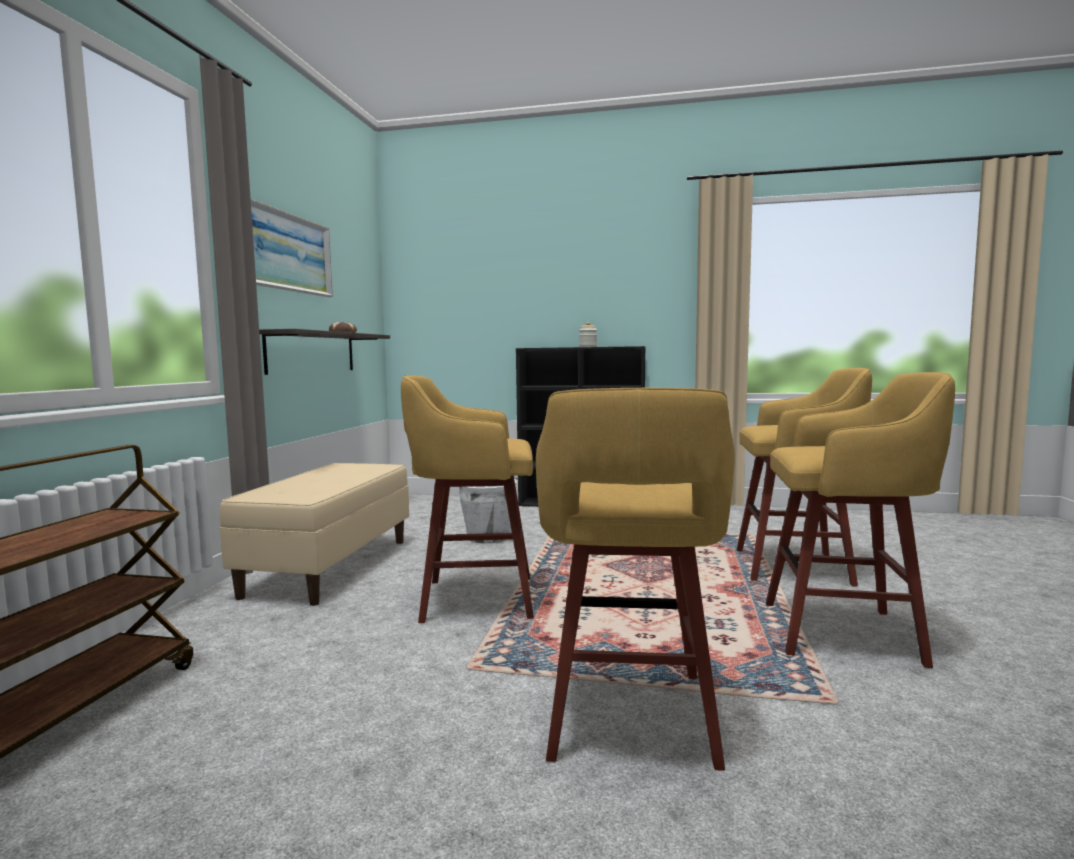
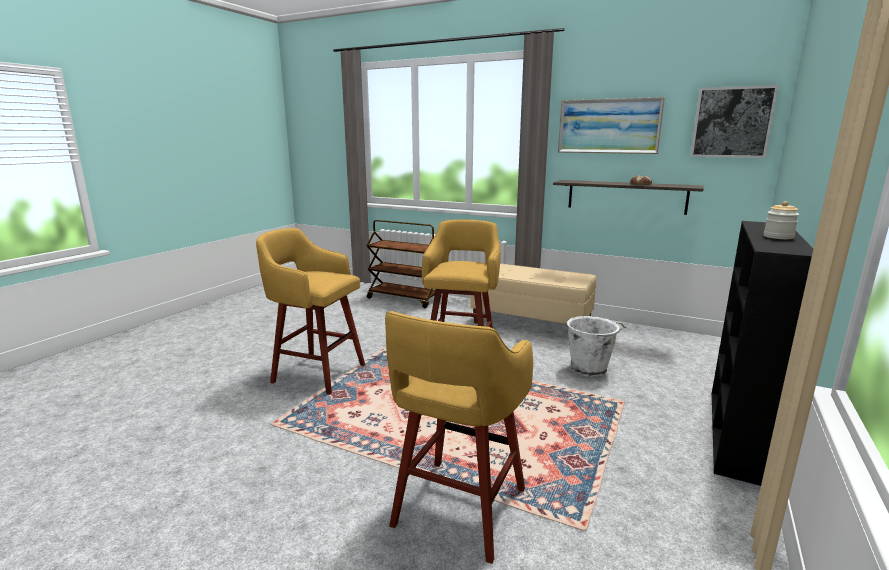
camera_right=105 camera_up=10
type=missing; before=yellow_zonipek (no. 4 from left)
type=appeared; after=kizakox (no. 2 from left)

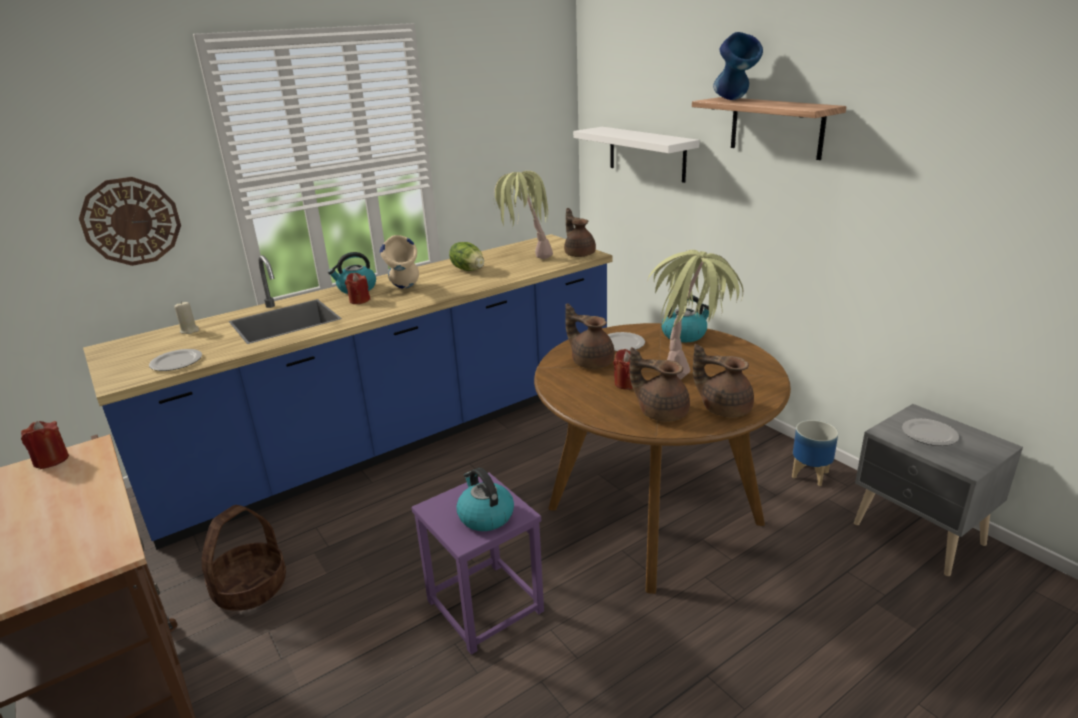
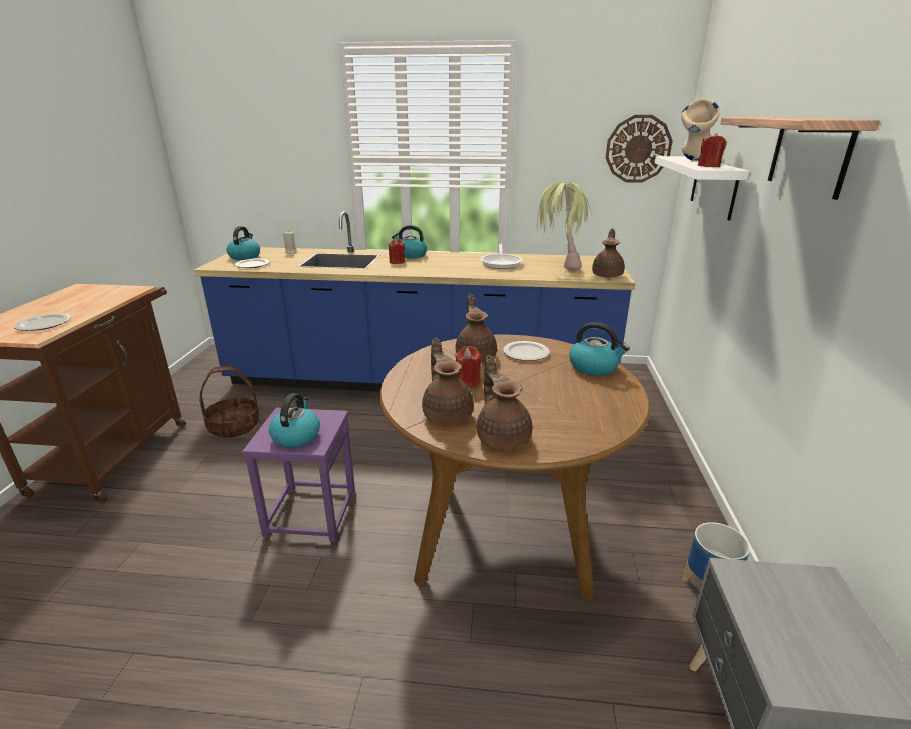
camera_right=40 camera_up=0
type=missing; before=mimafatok (no. 2 from left)
type=missing; before=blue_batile
type=appeared; after=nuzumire (no. 1 from left)
type=relocated; before=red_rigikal (no. 1 from left in the first image); after=red_rigikal (no. 3 from left)
type=relocated; before=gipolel
type=relocated; before=beige_batile
type=relocated; before=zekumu (no. 3 from left in the first image); after=zekumu (no. 1 from left)
type=exchanged; before=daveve; after=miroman

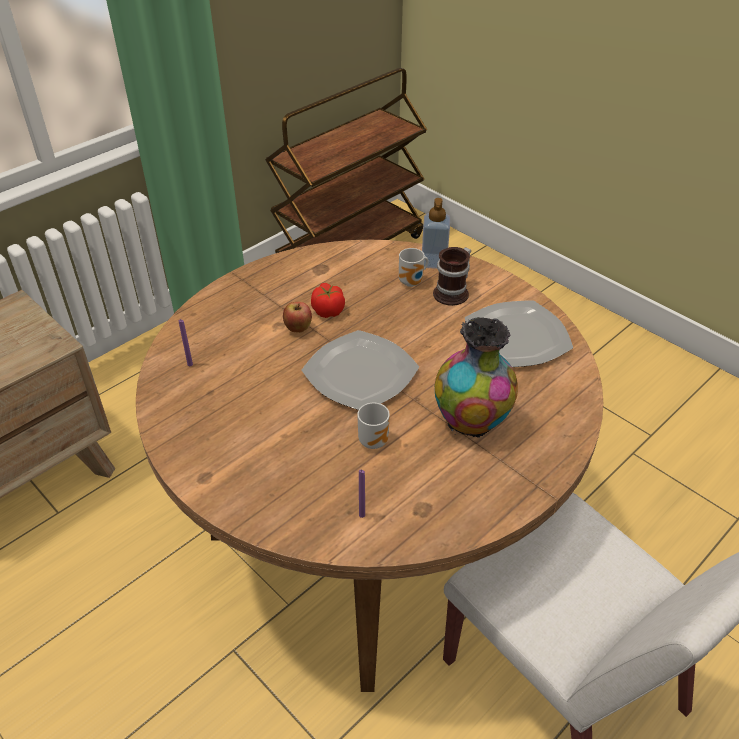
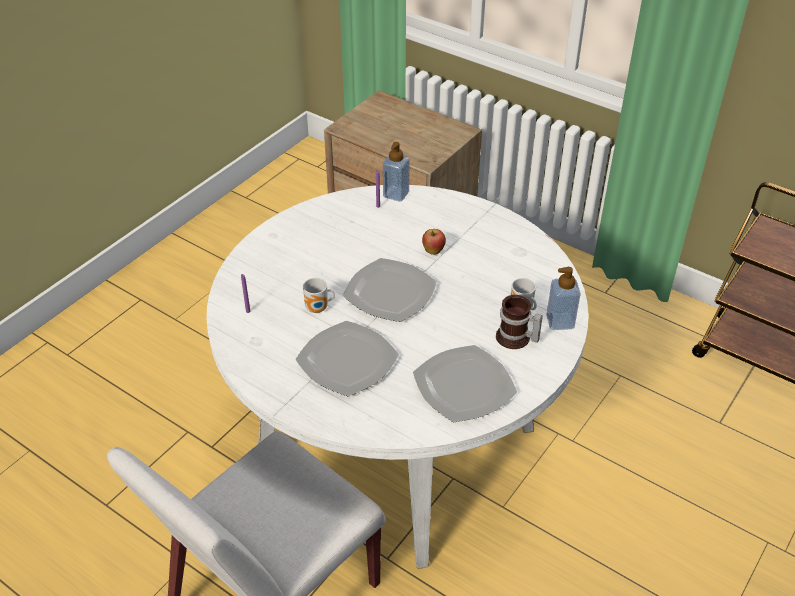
camera_right=80 camera_up=0
type=missing; before=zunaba
type=appeared; after=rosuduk (no. 1 from left)
type=exchanged; before=batile; after=zekumu (no. 1 from left)
type=colour; before=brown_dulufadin; after=white_dulufadin

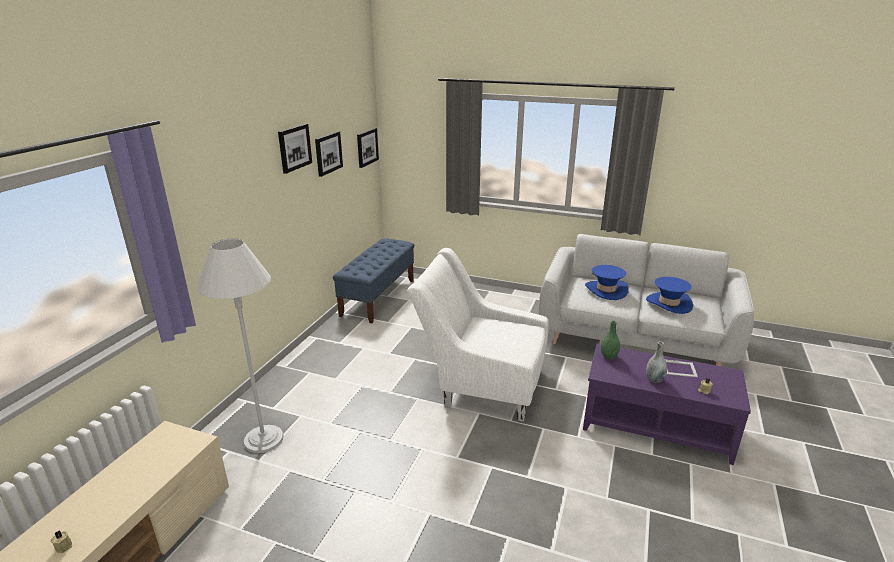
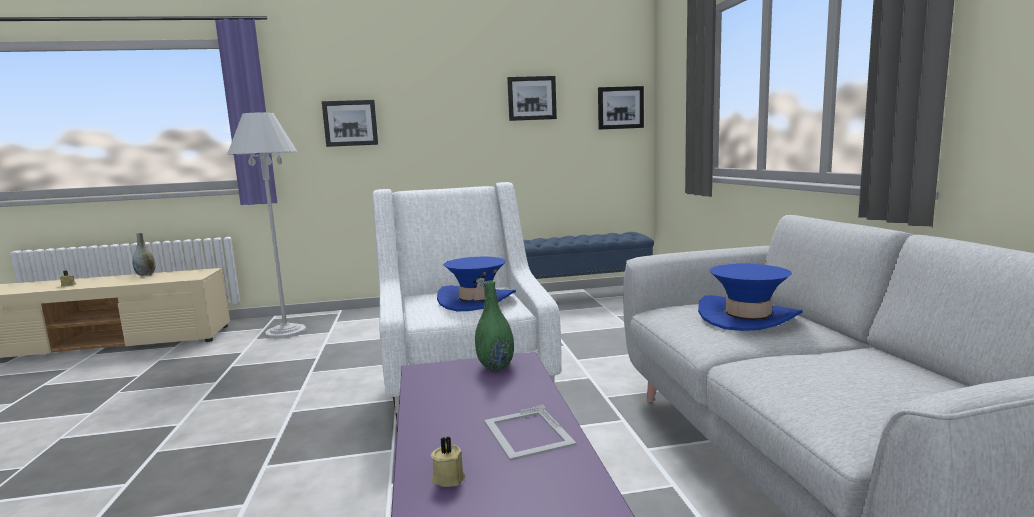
camera_right=60 camera_up=-15
type=relocated; before=kizakox (no. 1 from left)
type=relocated; before=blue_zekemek (no. 2 from left in the first image); after=blue_zekemek (no. 1 from left)
type=relocated; before=grey_batile

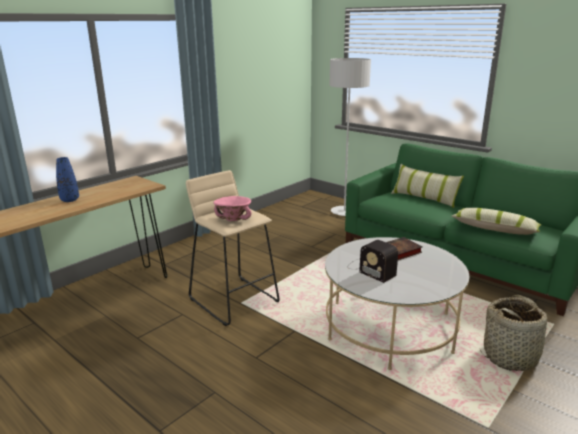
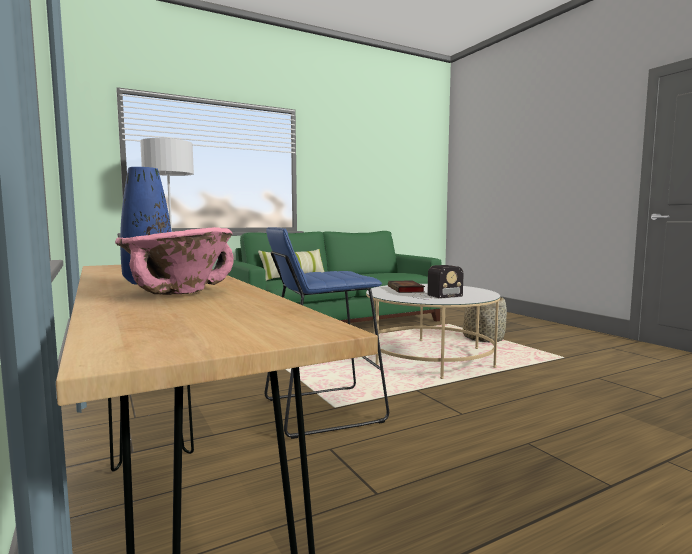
camera_right=-70 camera_up=-15
type=missing; before=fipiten (no. 2 from left)
type=relocated; before=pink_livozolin
type=colour; before=beige_zonipek; after=blue_zonipek

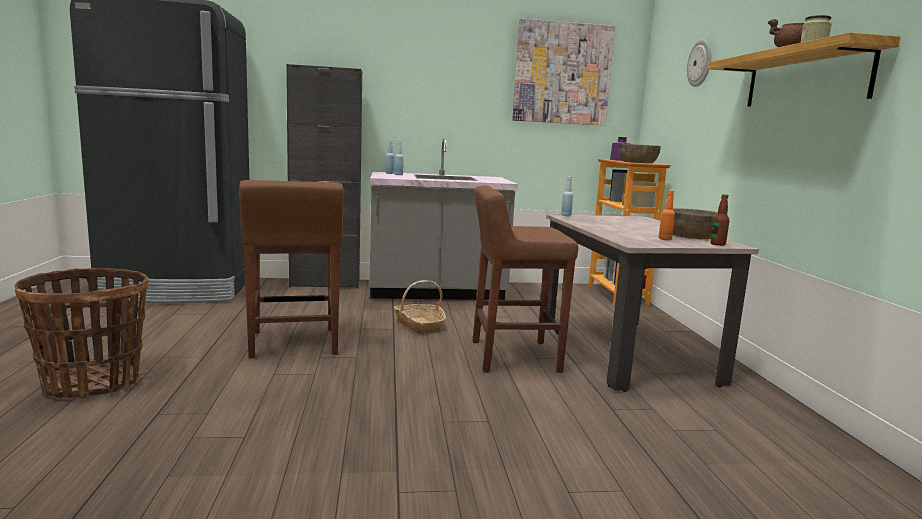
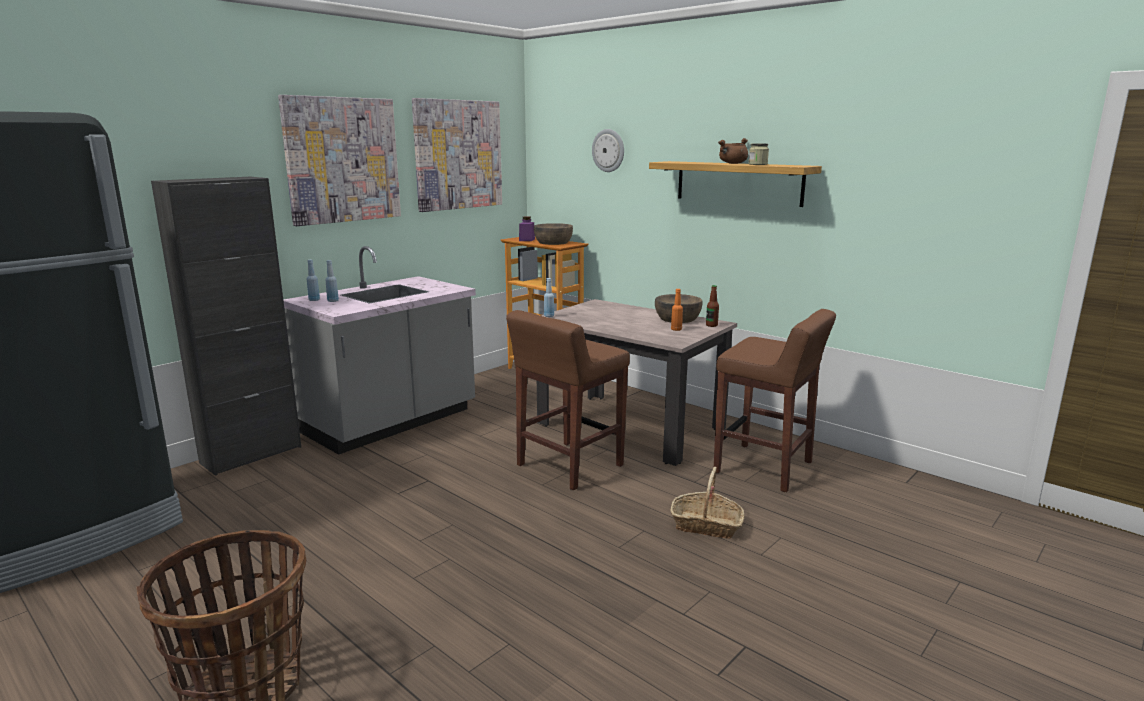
camera_right=-40 camera_up=5
type=appeared; after=kizakox (no. 1 from left)
type=relocated; before=brown_zonipek (no. 1 from left in the first image); after=brown_zonipek (no. 2 from left)
type=relocated; before=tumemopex (no. 2 from left)

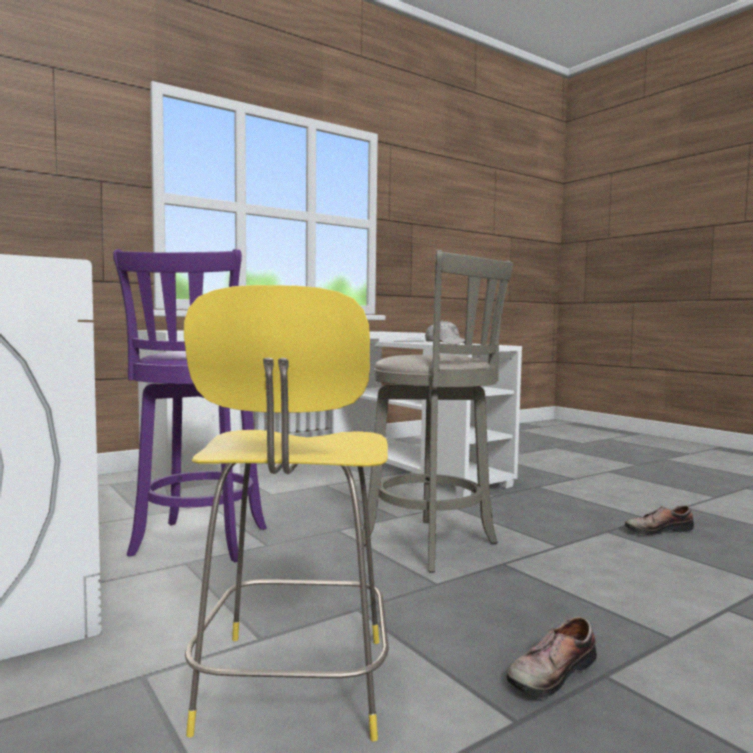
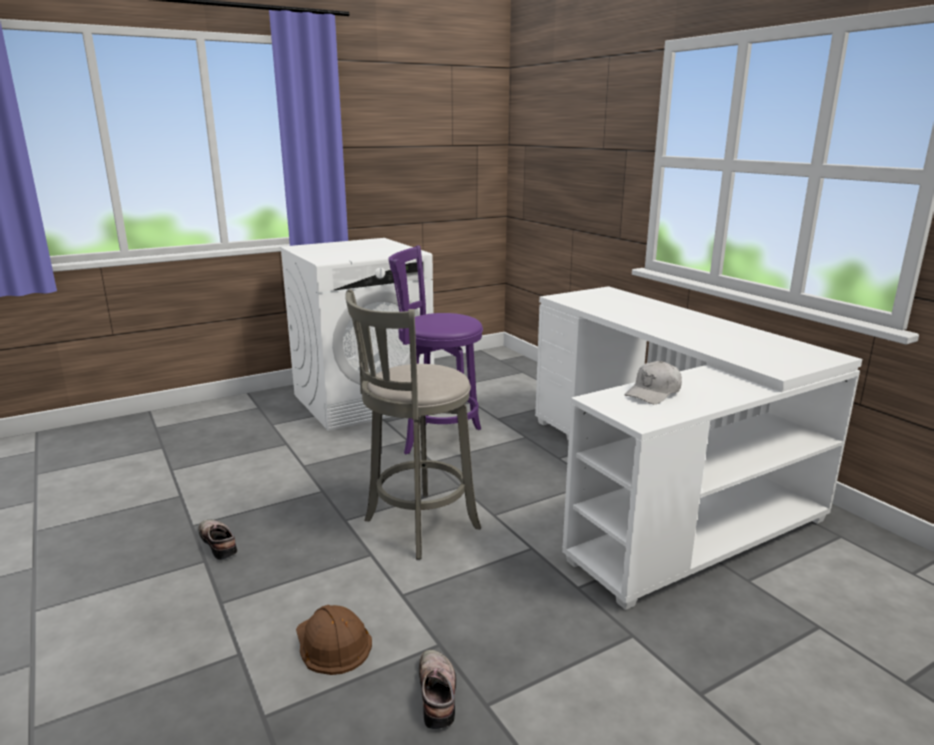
camera_right=95 camera_up=15
type=missing; before=yellow_zonipek
type=appeared; after=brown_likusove

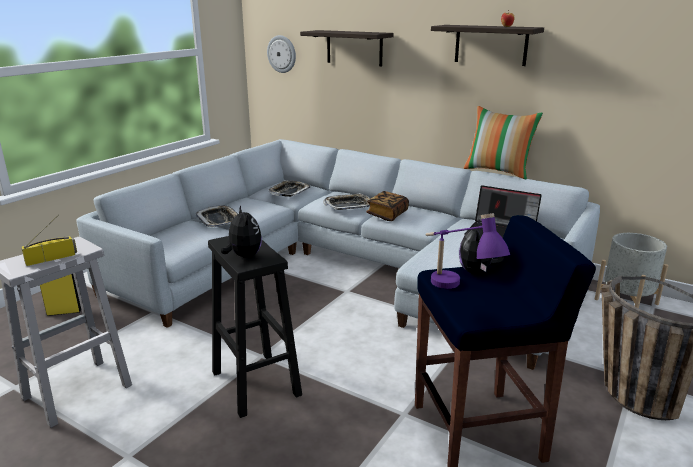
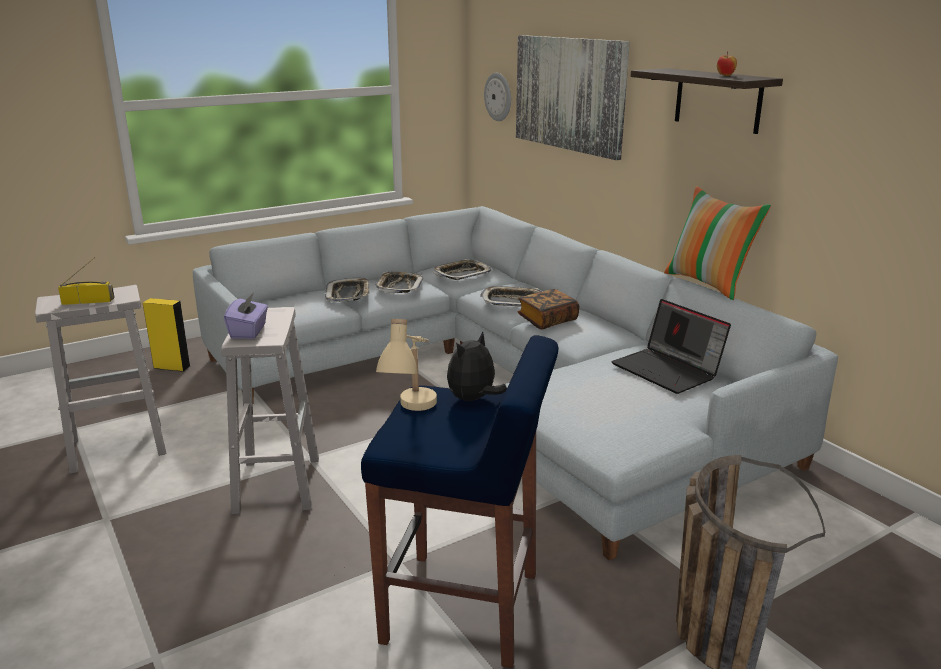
camera_right=25 camera_up=0
type=missing; before=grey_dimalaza
type=appeared; after=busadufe (no. 2 from left)
type=exchanged; before=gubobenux (no. 1 from left); after=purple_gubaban
type=exchanged; before=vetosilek (no. 1 from left); after=kizakox
type=colour; before=black_zonipek; after=white_zonipek (no. 2 from left)
type=colour; before=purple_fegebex; after=beige_fegebex

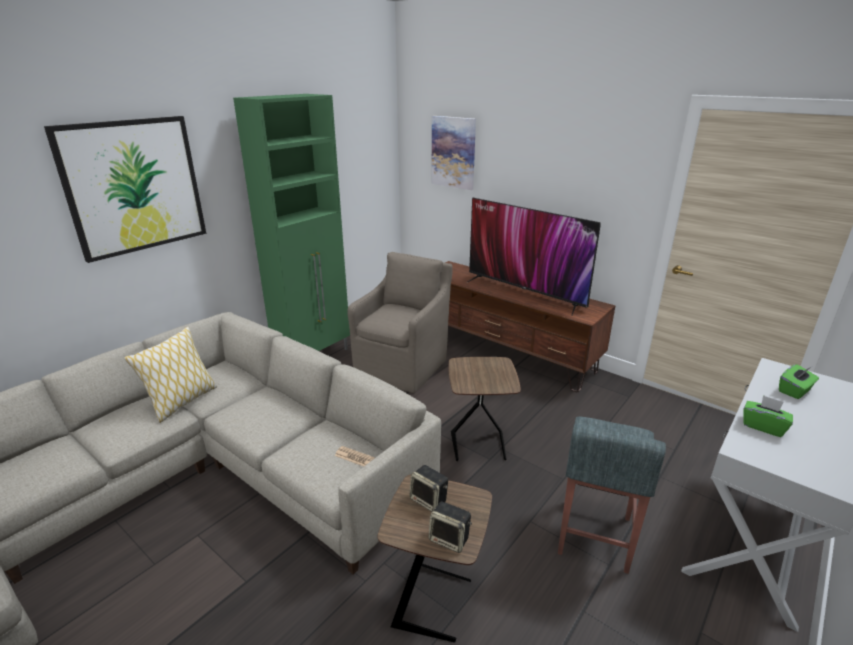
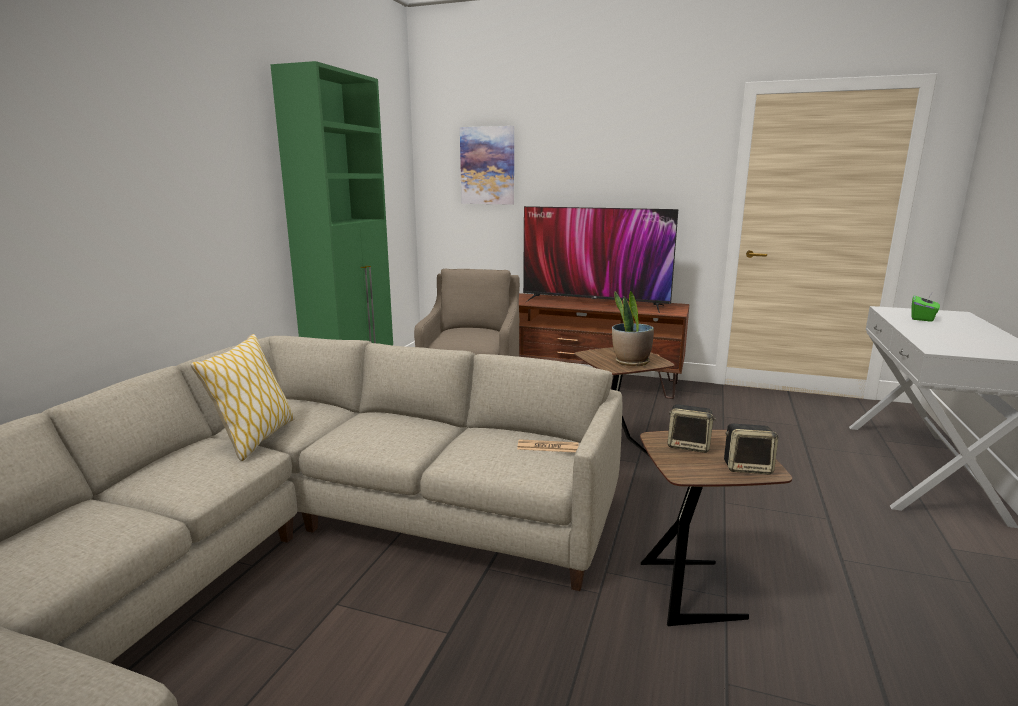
camera_right=-20 camera_up=-10
type=missing; before=kizakox (no. 1 from left)
type=missing; before=grey_zonipek
type=missing; before=green_gubaban (no. 1 from left)
type=appeared; after=mimafatok

